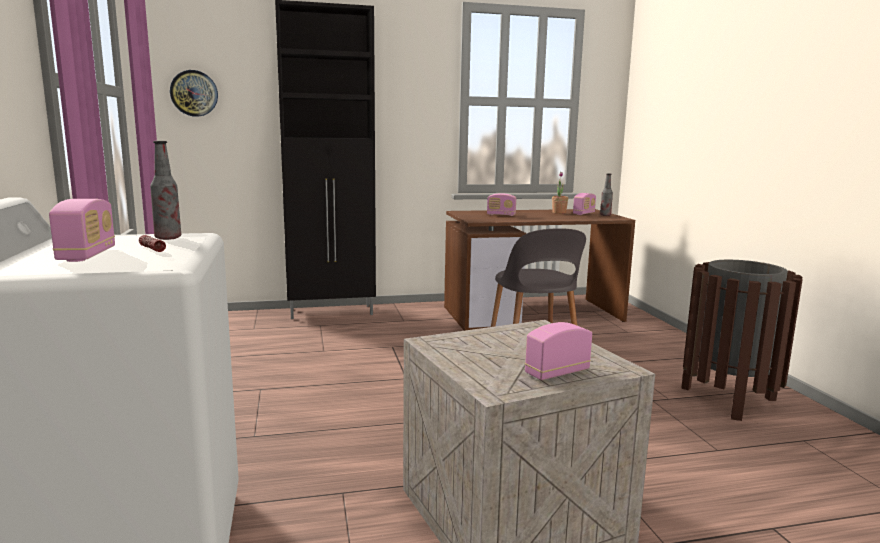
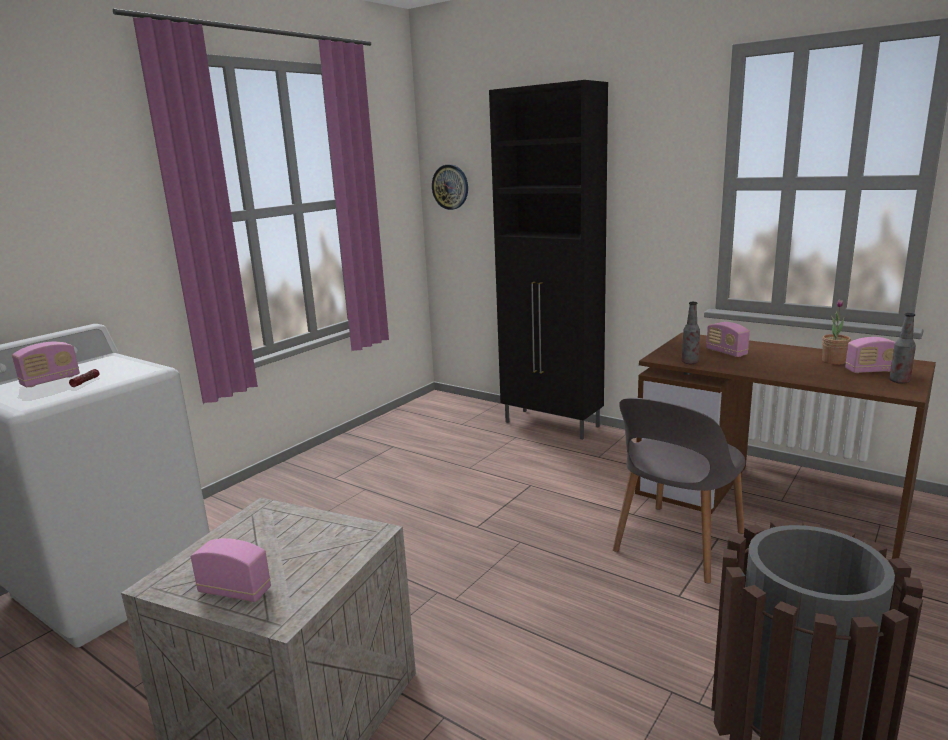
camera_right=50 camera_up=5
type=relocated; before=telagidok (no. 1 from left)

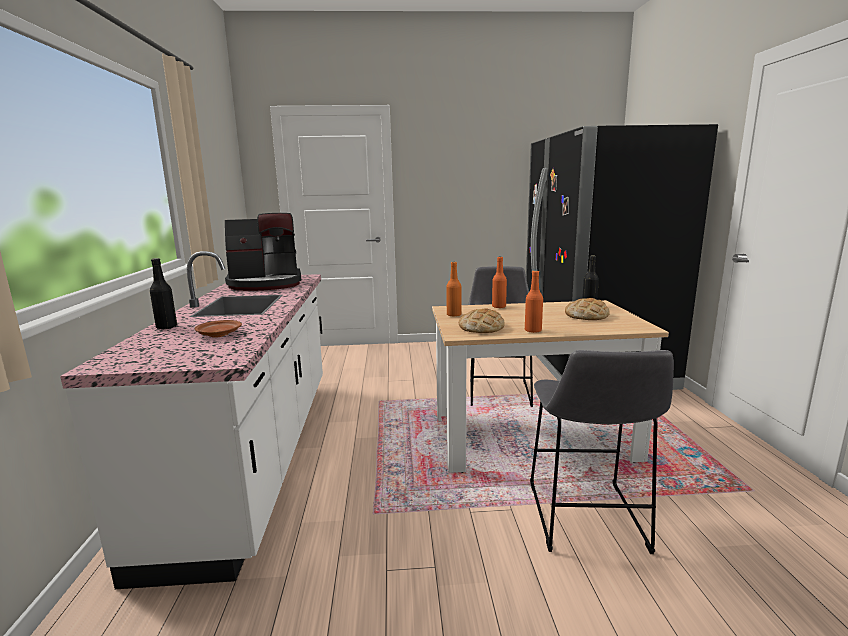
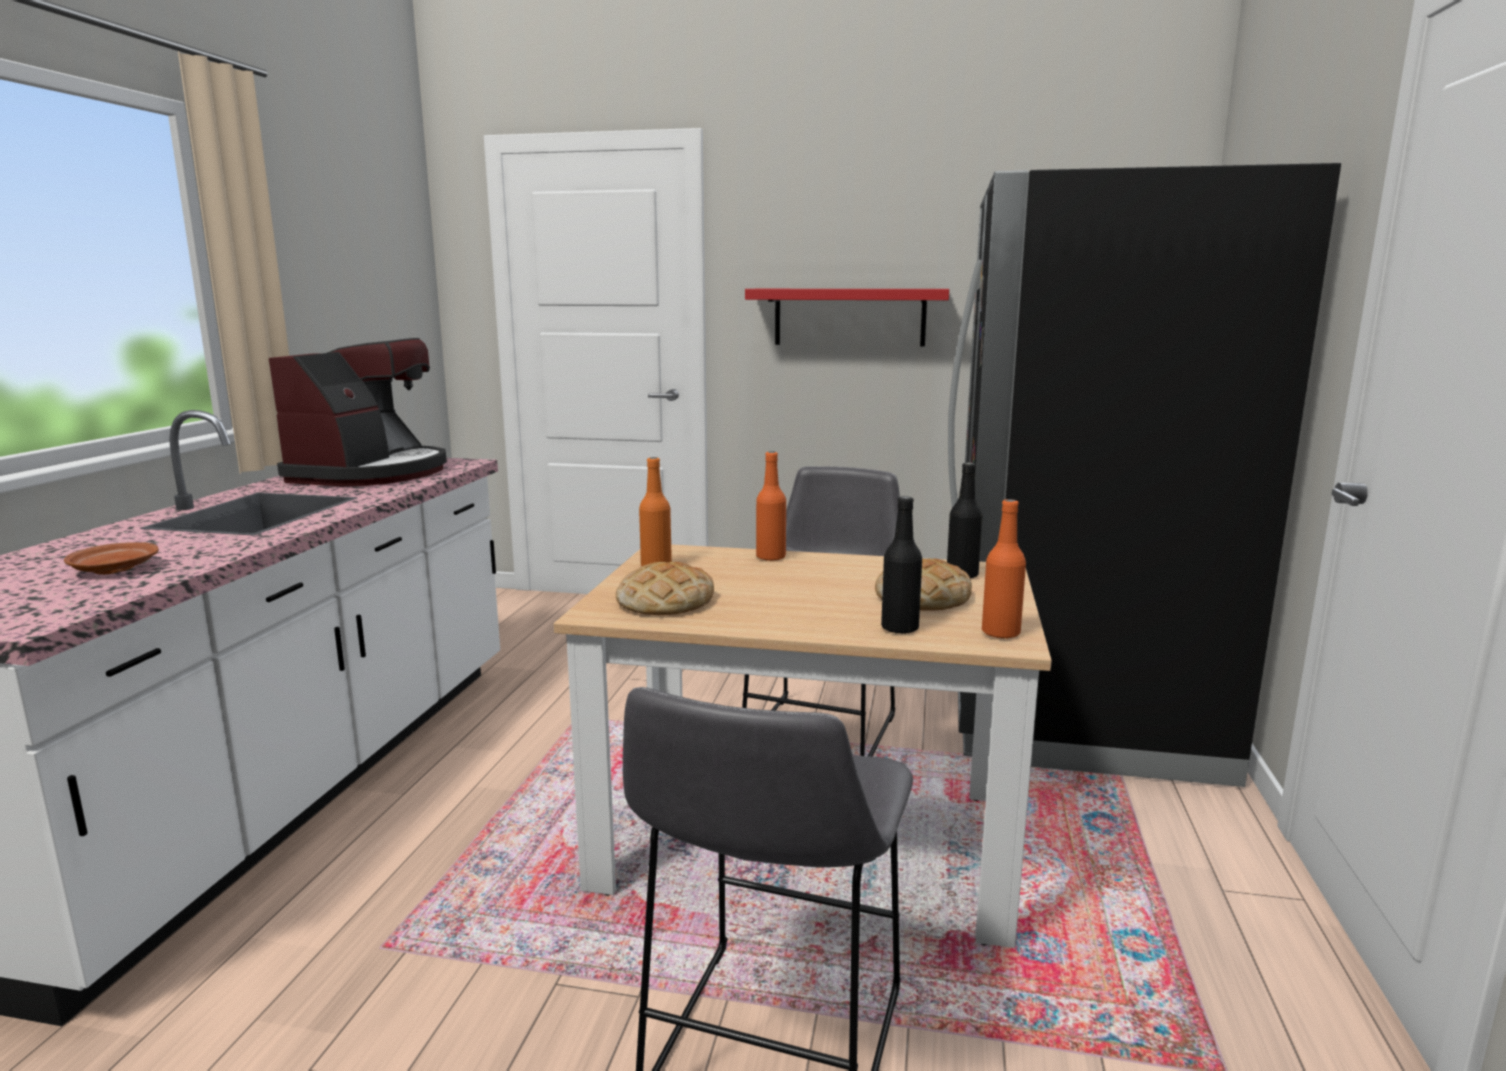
camera_right=15 camera_up=0
type=appeared; after=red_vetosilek
type=relocated; before=black_telagidok (no. 1 from left)
type=relocated; before=orange_telagidok (no. 3 from left)
type=spun; before=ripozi; turn=-75

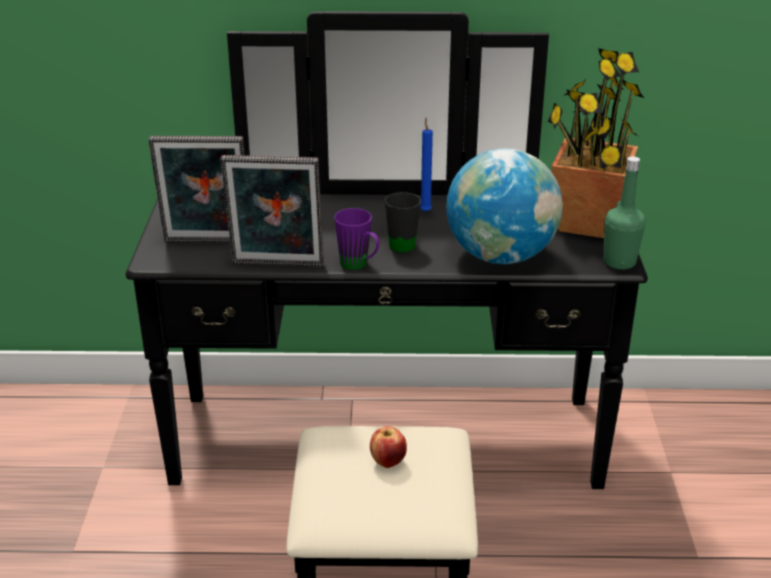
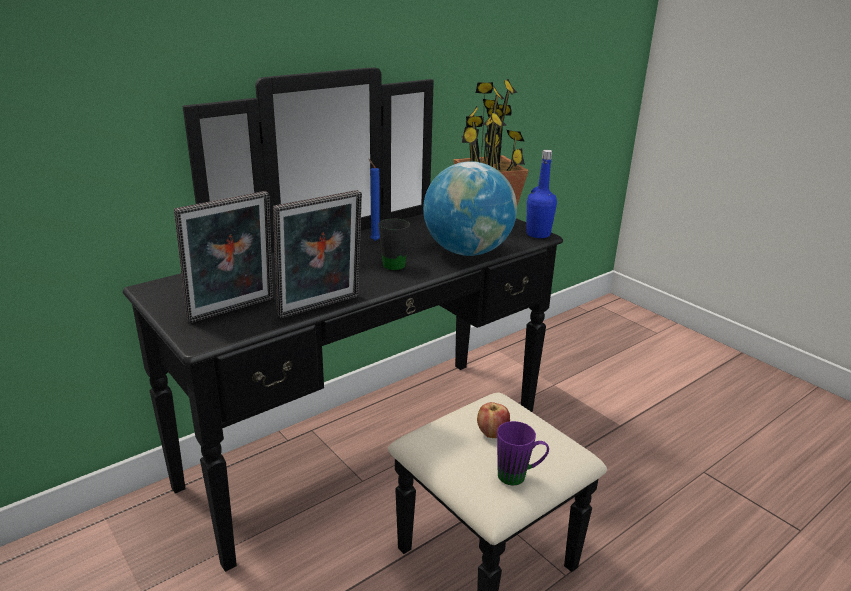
camera_right=-40 camera_up=-5
type=relocated; before=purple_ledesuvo
type=colour; before=green_telagidok; after=blue_telagidok

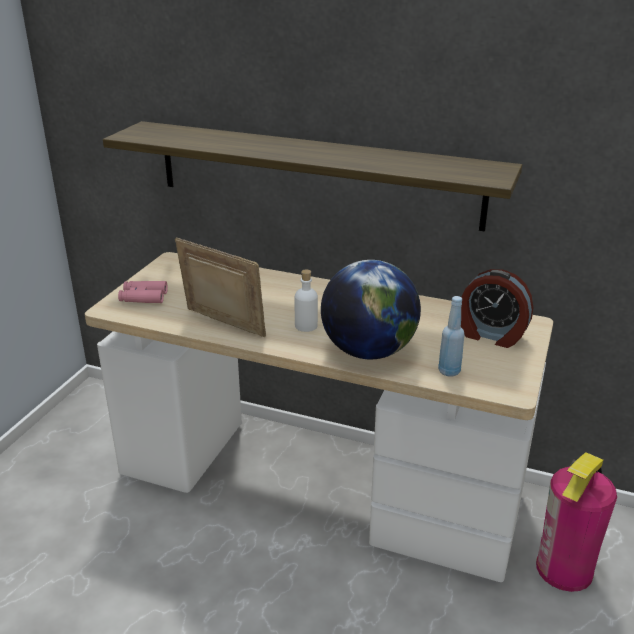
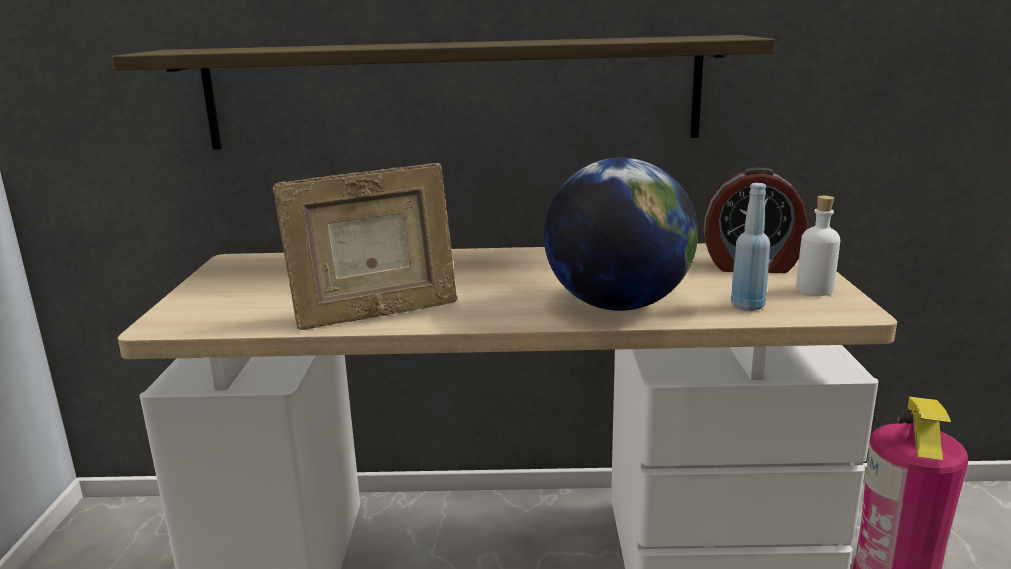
camera_right=-20 camera_up=-10
type=missing; before=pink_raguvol
type=relocated; before=white_telagidok
type=spun; before=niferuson; turn=150

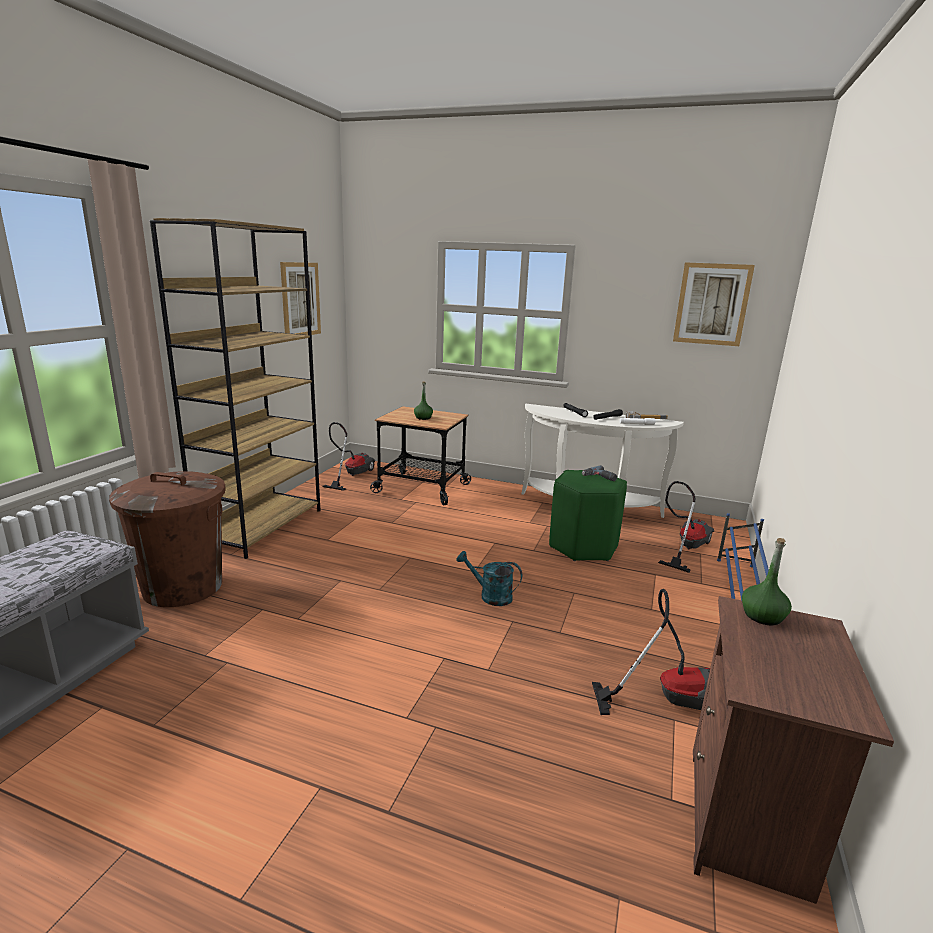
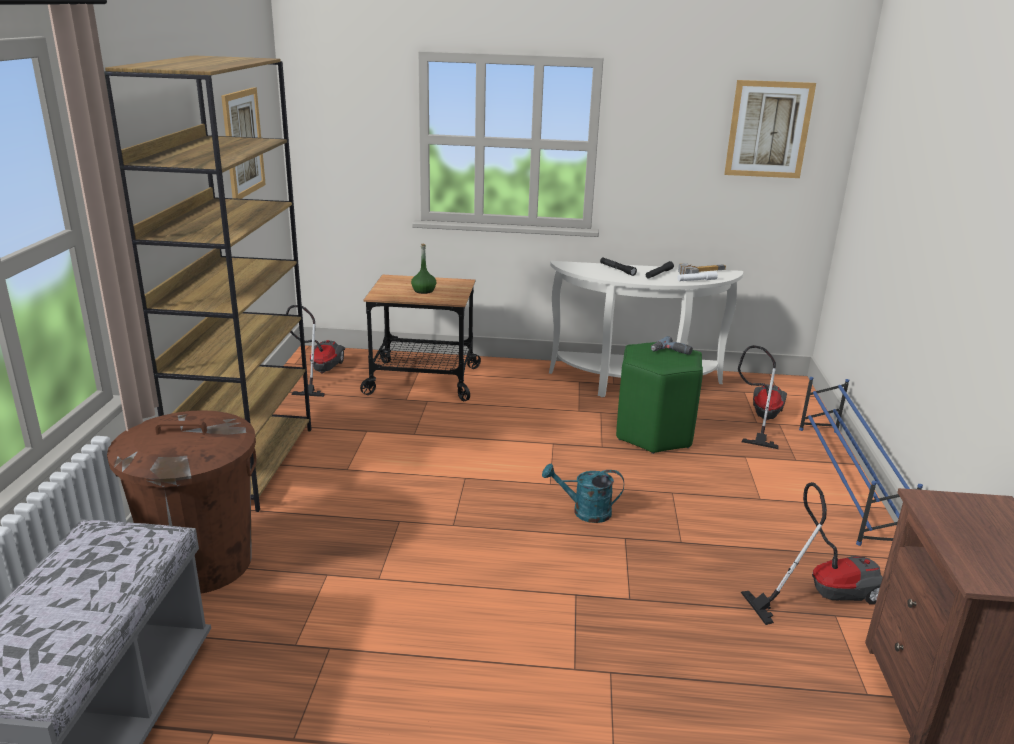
camera_right=-15 camera_up=5
type=missing; before=green_telagidok (no. 2 from left)

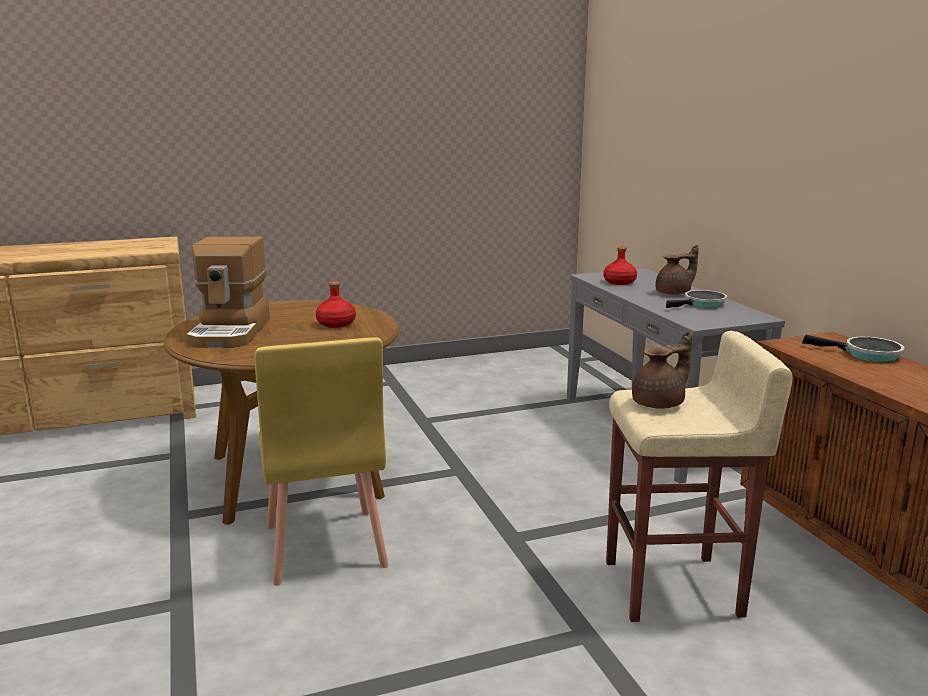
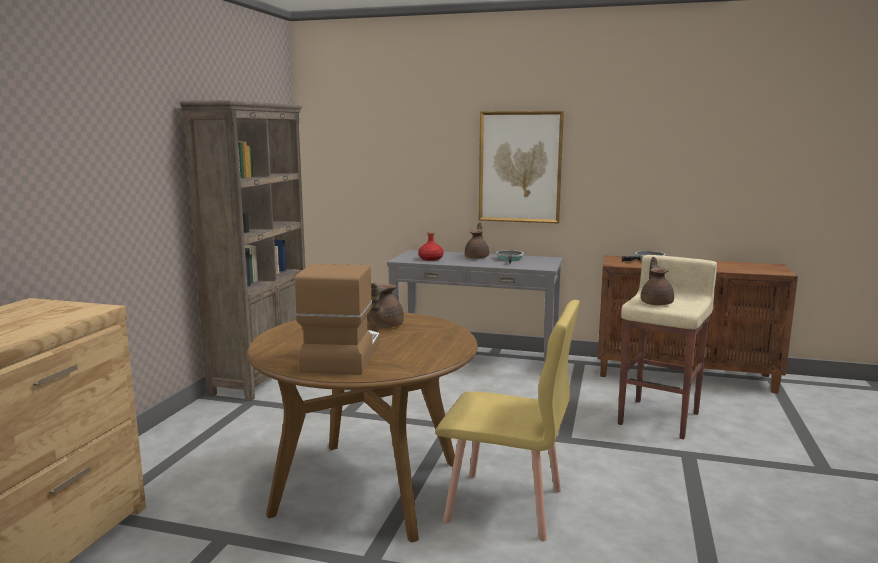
camera_right=-55 camera_up=-5
type=appeared; after=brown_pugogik
type=appeared; after=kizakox
type=exchanged; before=red_telagidok (no. 1 from left); after=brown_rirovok (no. 1 from left)
type=spun; before=ripozi; turn=-120

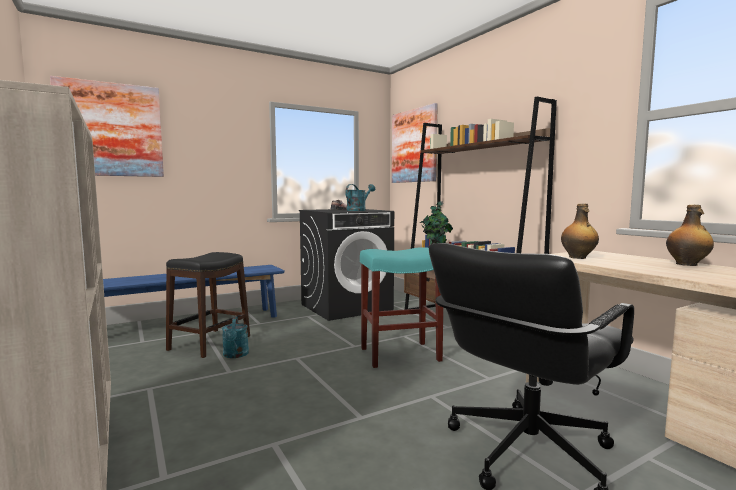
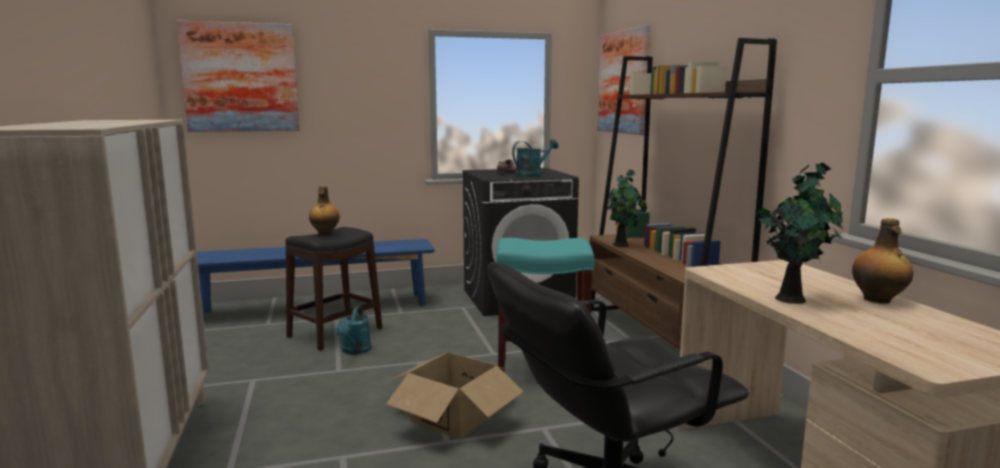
camera_right=15 camera_up=5
type=appeared; after=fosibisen
type=appeared; after=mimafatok (no. 2 from left)
type=relocated; before=telagidok (no. 1 from left)

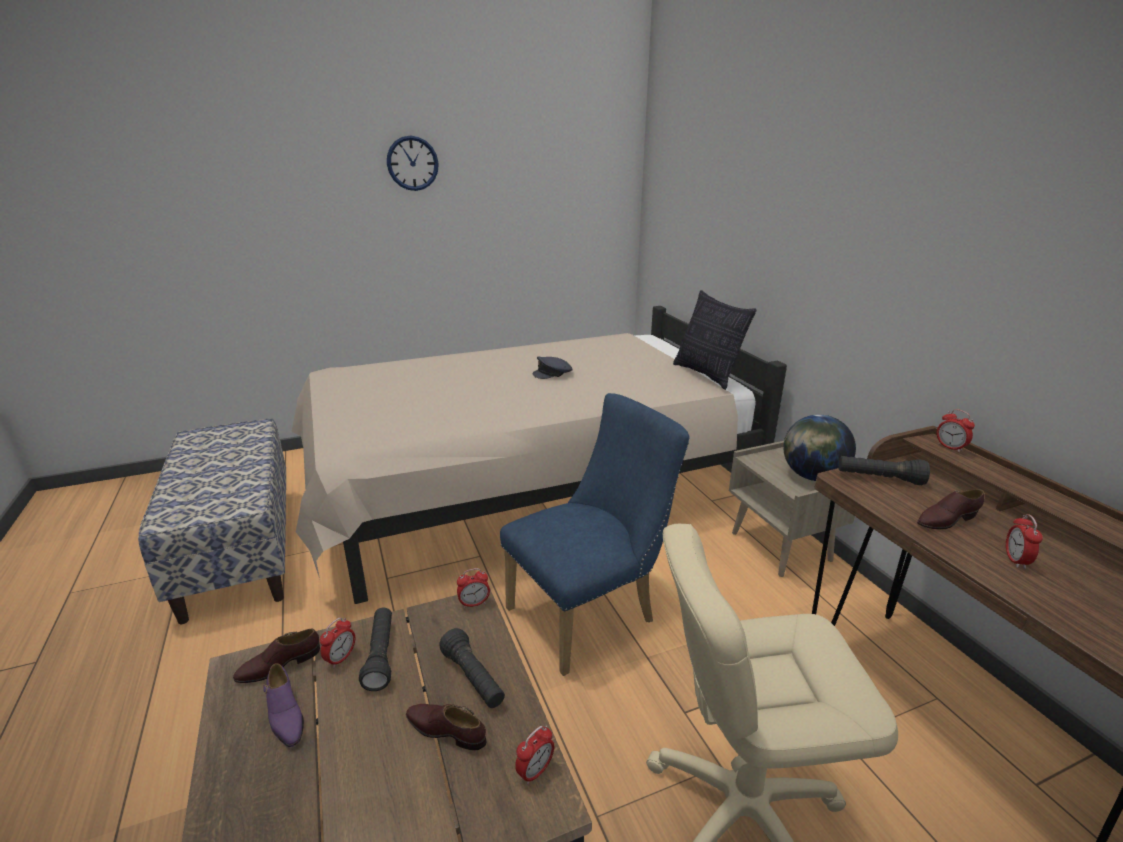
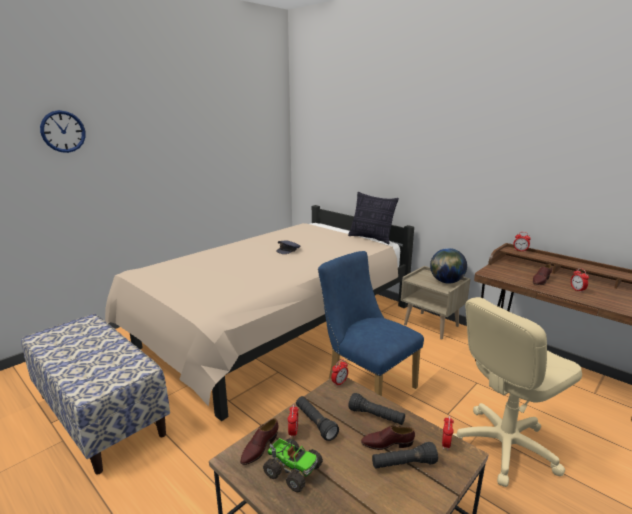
camera_right=-25 camera_up=-5
type=relocated; before=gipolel
type=relocated; before=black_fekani (no. 3 from left)
type=exchanged; before=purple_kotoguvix; after=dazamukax
type=spun; before=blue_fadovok; turn=-75

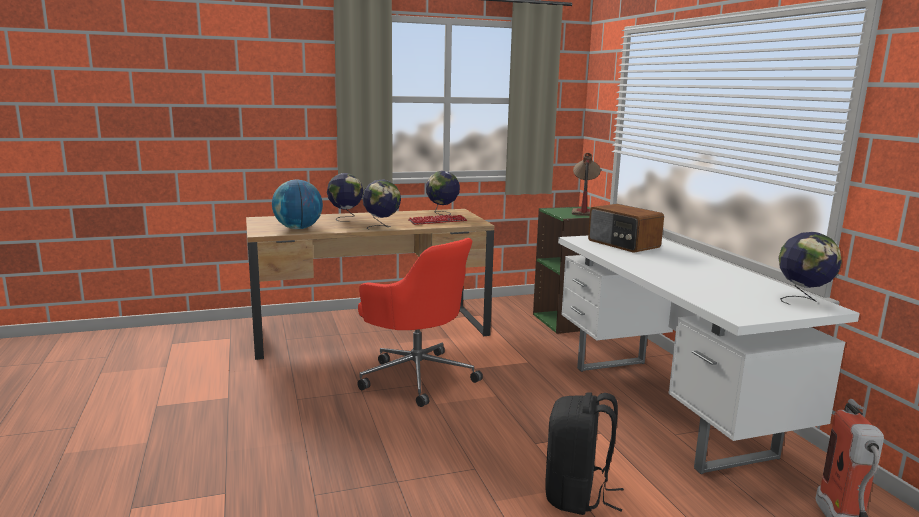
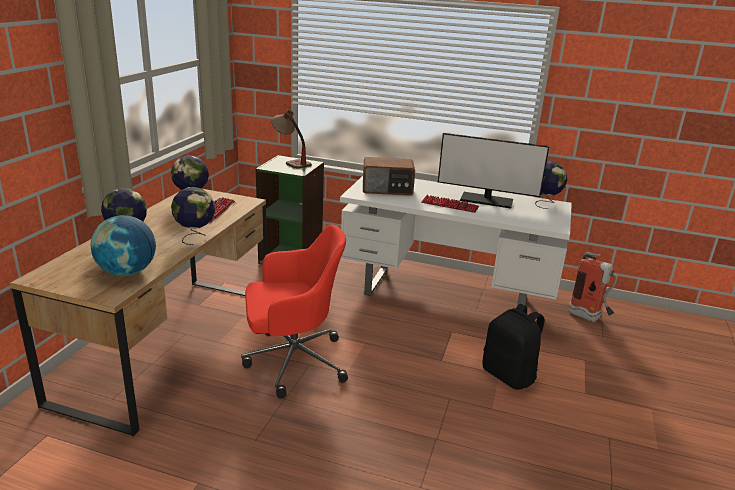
camera_right=-55 camera_up=10
type=appeared; after=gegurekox (no. 2 from left)
type=appeared; after=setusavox

